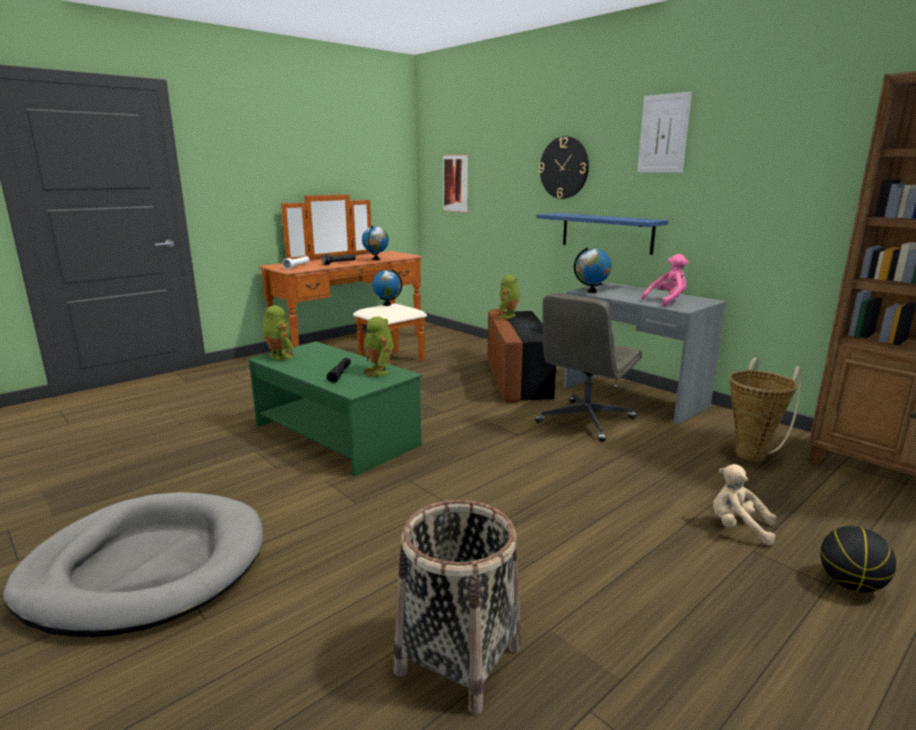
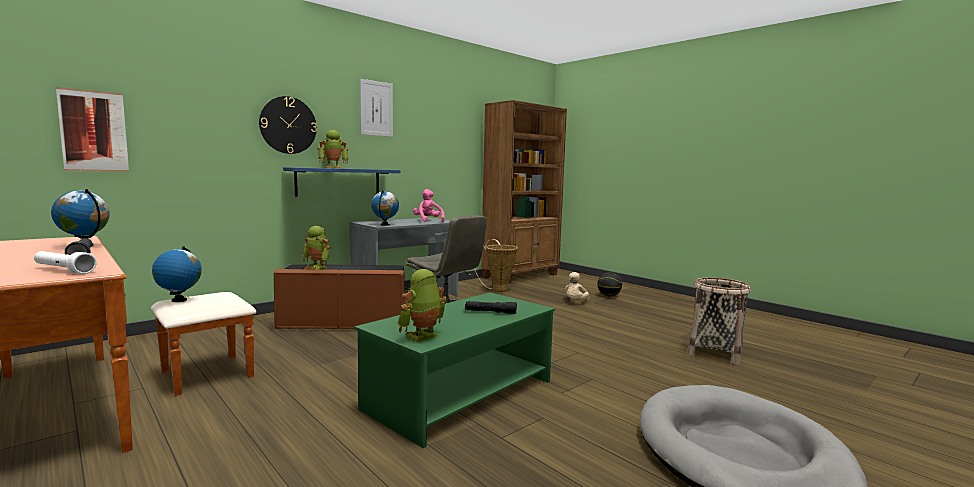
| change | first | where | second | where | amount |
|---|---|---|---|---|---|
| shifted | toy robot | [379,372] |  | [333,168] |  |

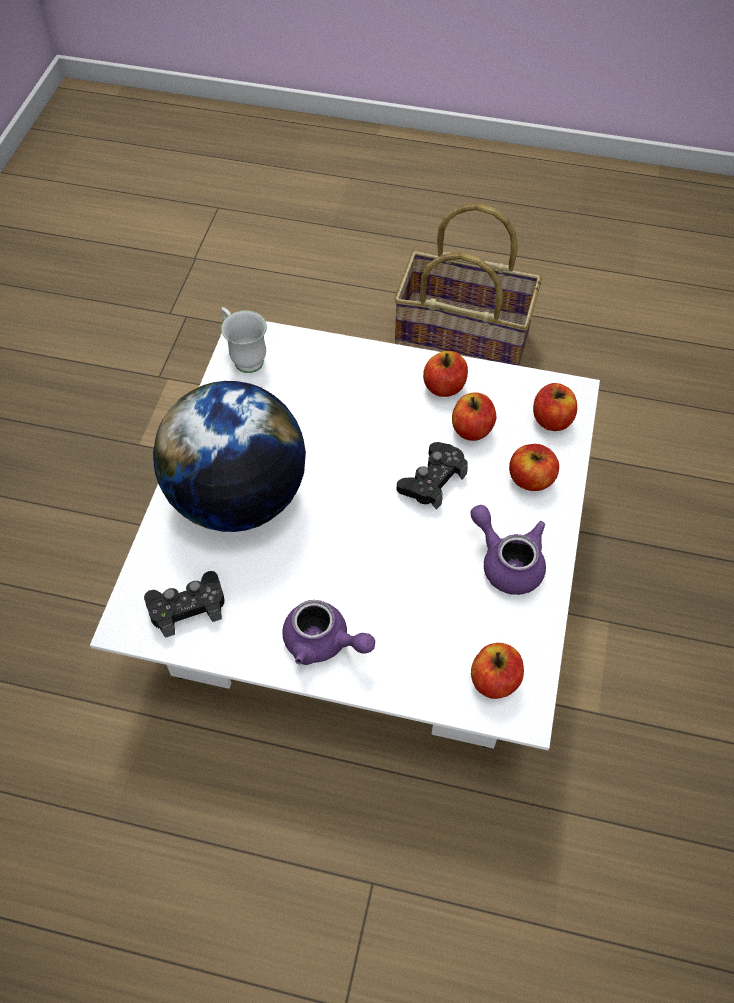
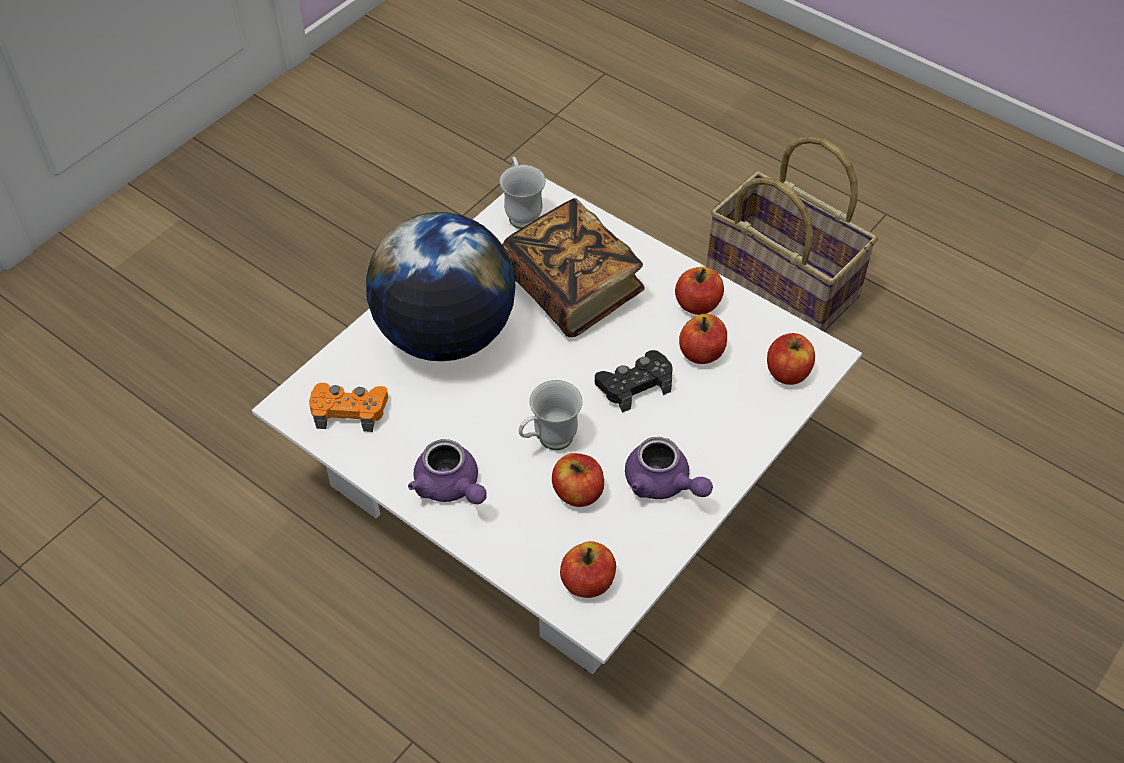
| change | first | where | second | where | amount |
|---|---|---|---|---|---|
| shifted | apple | [531,479] |  | [578,492] |  |
| rotated | teapot in purple | [507,561] |  | [663,484] | 150 degrees clockwise |
| repainted | game controller in black | [187,607] | game controller in orange | [349,410] |  |
| new |  |  | book | [571,288] |  |
| new |  |  | mug in white | [548,441] |  |

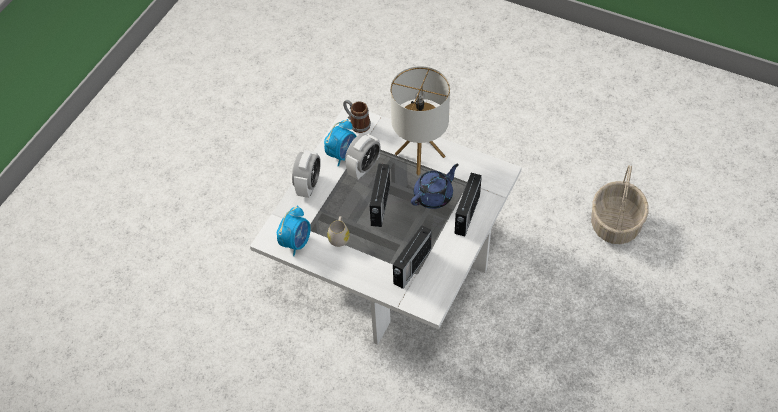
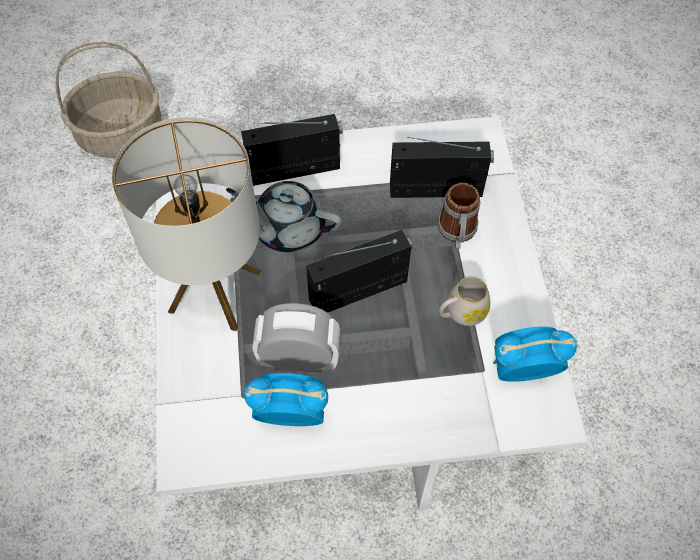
| change | first | where | second | where | amount |
|---|---|---|---|---|---|
| shifted | mug | [356,123] |  | [457,234] |  |
| gone | alarm clock | [308,185] |  |  |  |
| repainted | teapot in blue | [434,196] | teapot in grey | [288,228] |  |

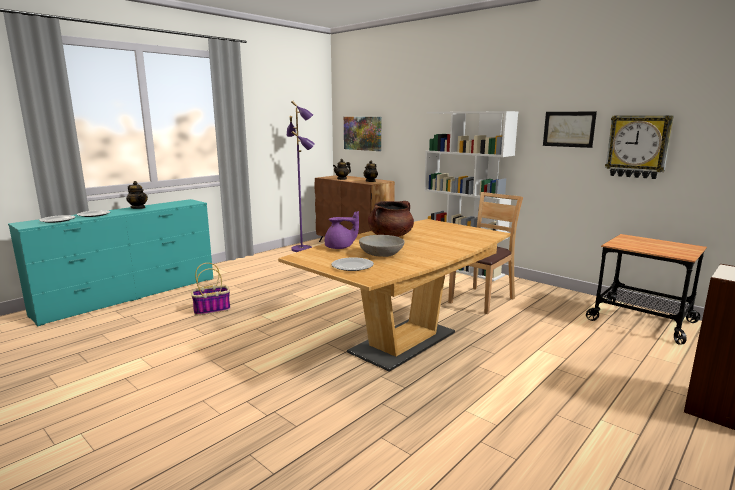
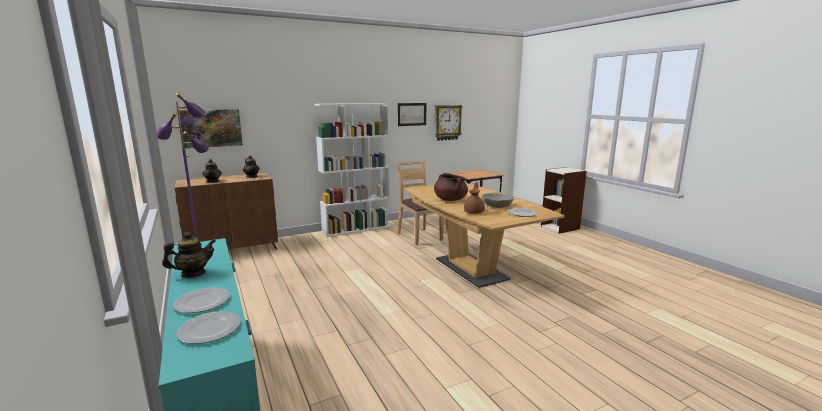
| change | first | where | second | where | amount |
|---|---|---|---|---|---|
| repainted | teapot in purple | [340,247] | teapot in brown | [474,212] |  |
| gone | basket | [212,309] |  |  |  |

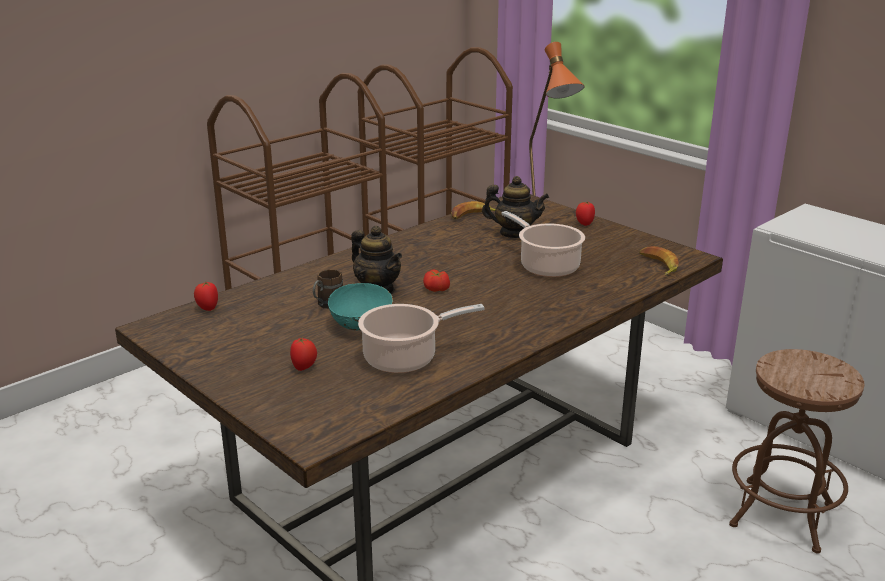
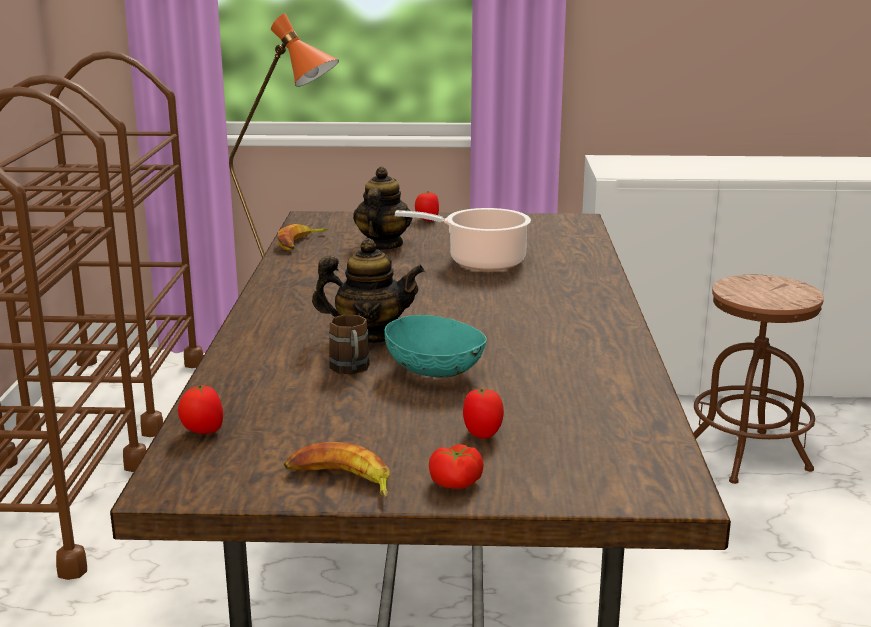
| change | first | where | second | where | amount |
|---|---|---|---|---|---|
| rotated | teapot | [514,233] |  | [382,245] | 45 degrees counterclockwise |
| shifted | banana | [658,265] |  | [340,480] |  |
| shifted | tomato | [436,289] |  | [456,483] |  |
| gone | cooking pot | [405,358] |  |  |  |

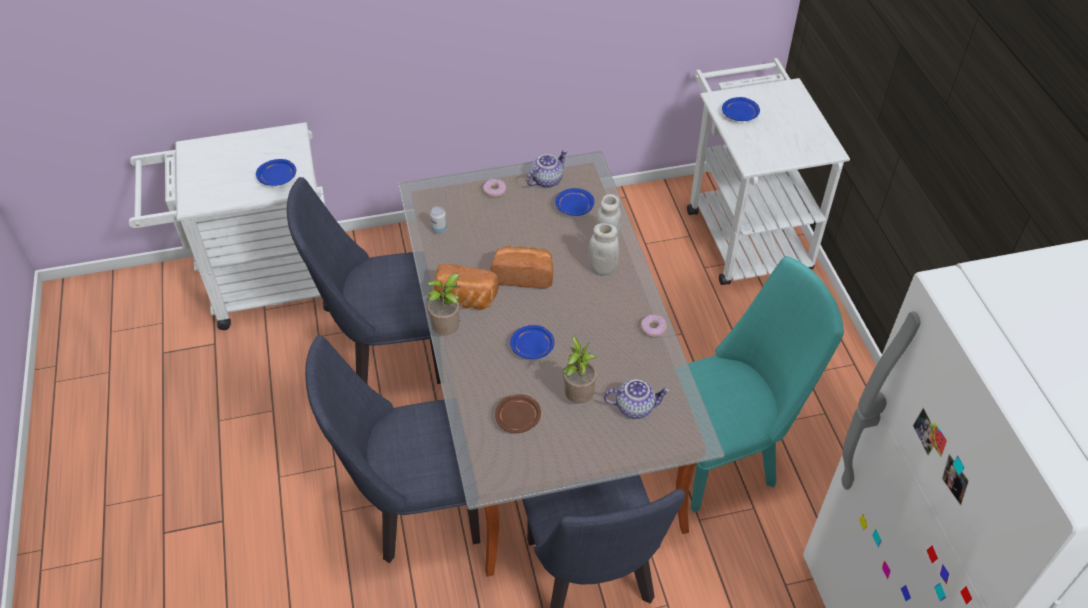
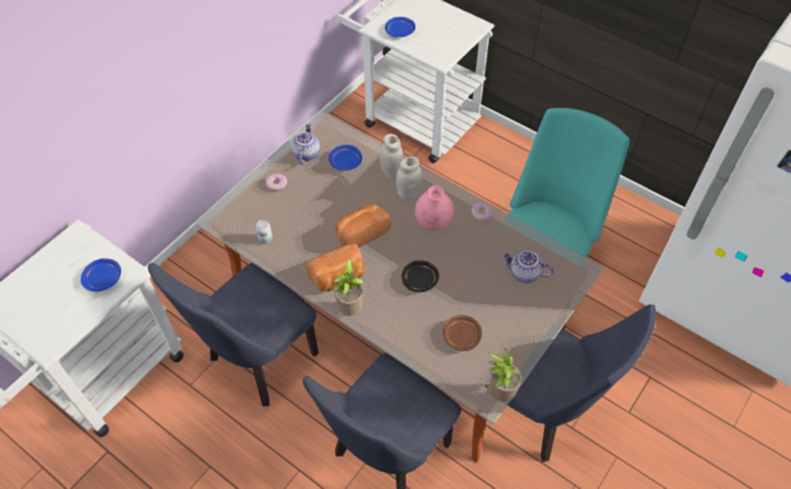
| change | first | where | second | where | amount |
|---|---|---|---|---|---|
| repainted | plate in blue | [533,347] | plate in black | [420,279] |  |
| shifted | potted plant | [578,397] |  | [499,393] |  |
| rotated | teapot | [635,406] |  | [524,274] | 120 degrees counterclockwise |
| new |  |  | vase in pink | [433,223] |  |

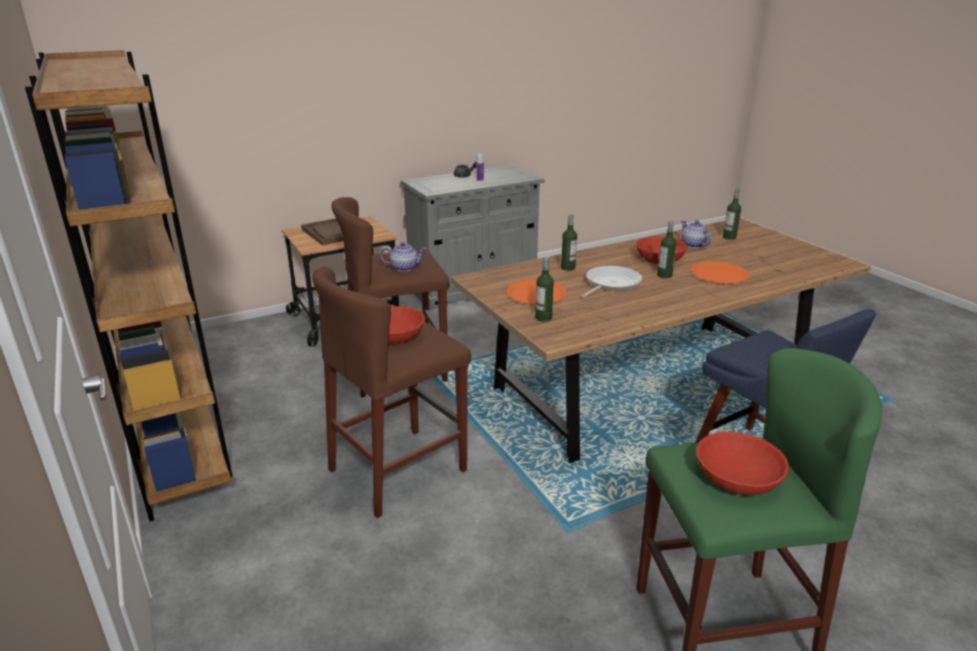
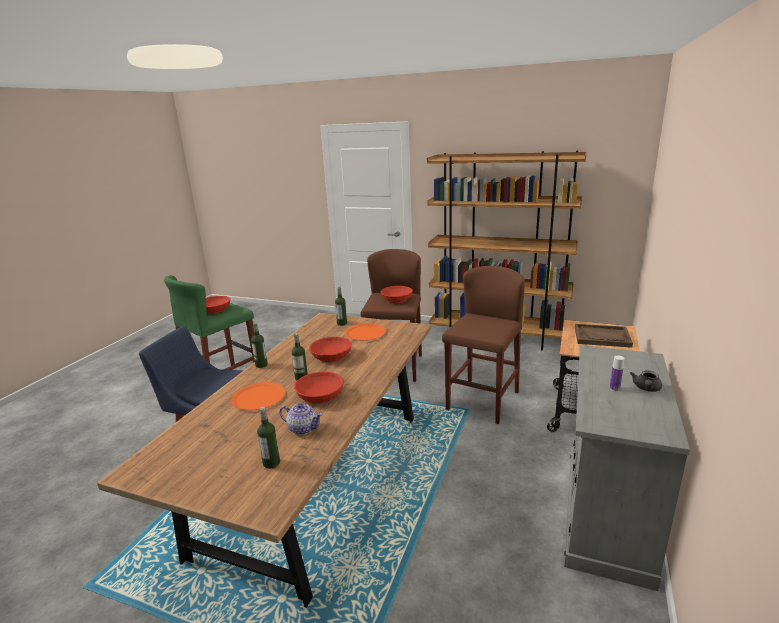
| change | first | where | second | where | amount |
|---|---|---|---|---|---|
| shifted | bottle | [568,268] |  | [261,365] |  |
| gone | teapot | [404,267] |  |  |  |
| swapped | frying pan | [610,284] | bowl in red | [331,356] |  |

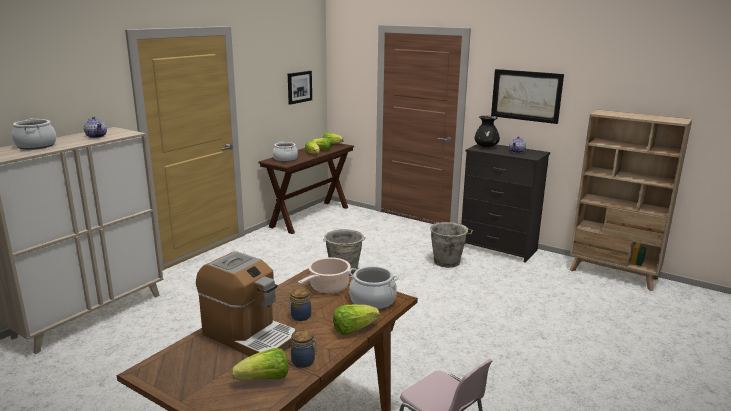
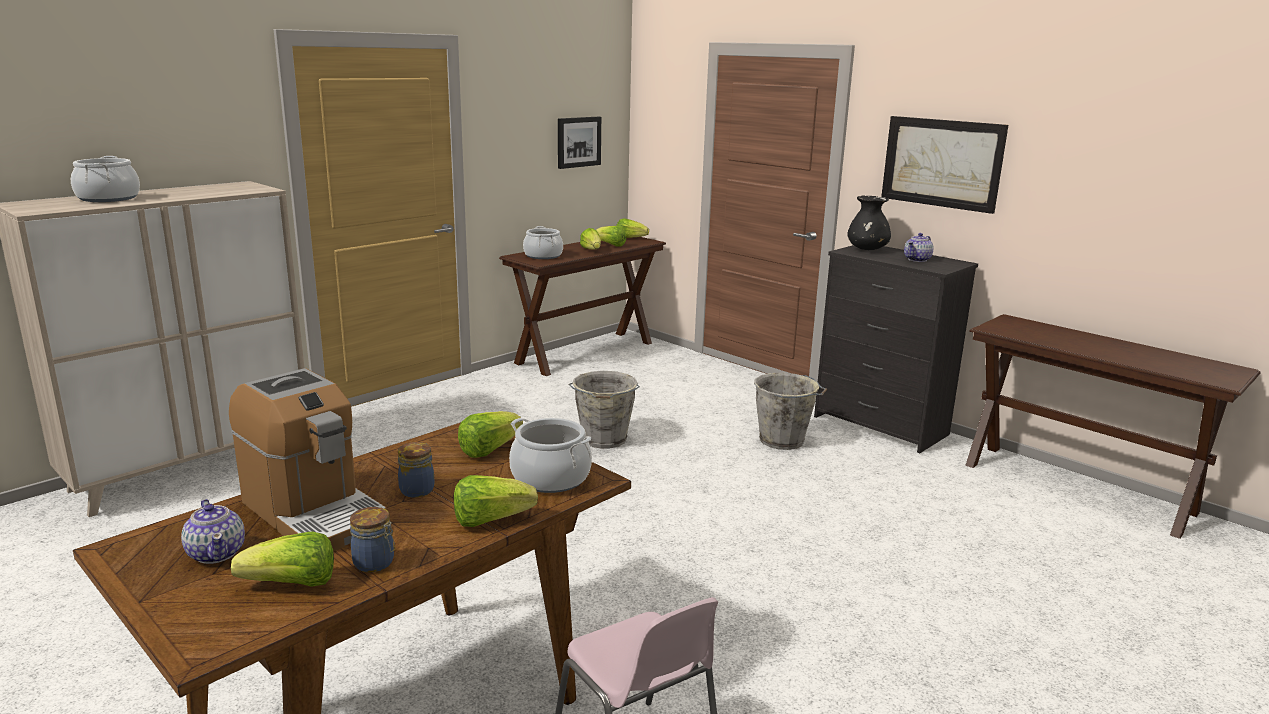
| change | first | where | second | where | amount |
|---|---|---|---|---|---|
| swapped | bookcase in beige | [613,274] | console table in brown | [1077,488] |  |
| shifted | teapot | [96,136] |  | [217,553] |  |
| swapped | cooking pot | [327,287] | lettuce | [489,450] |  |

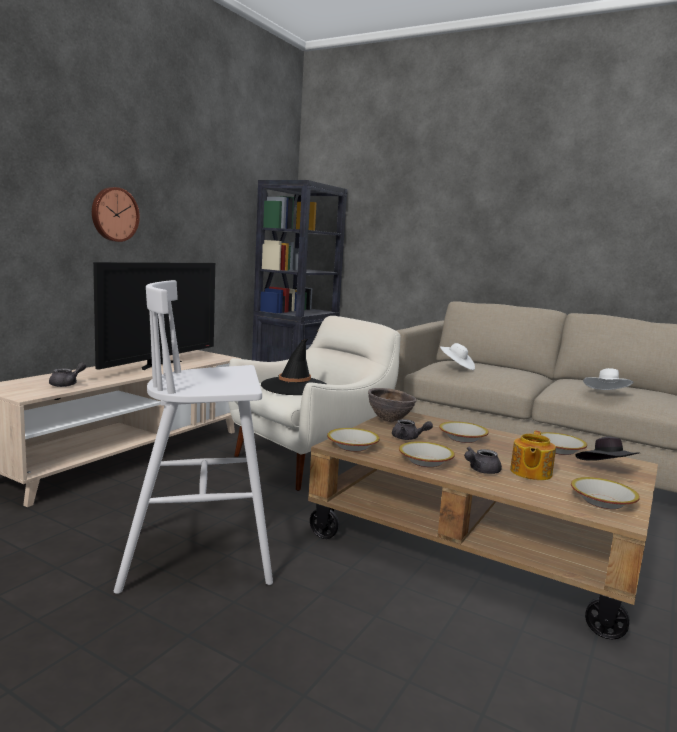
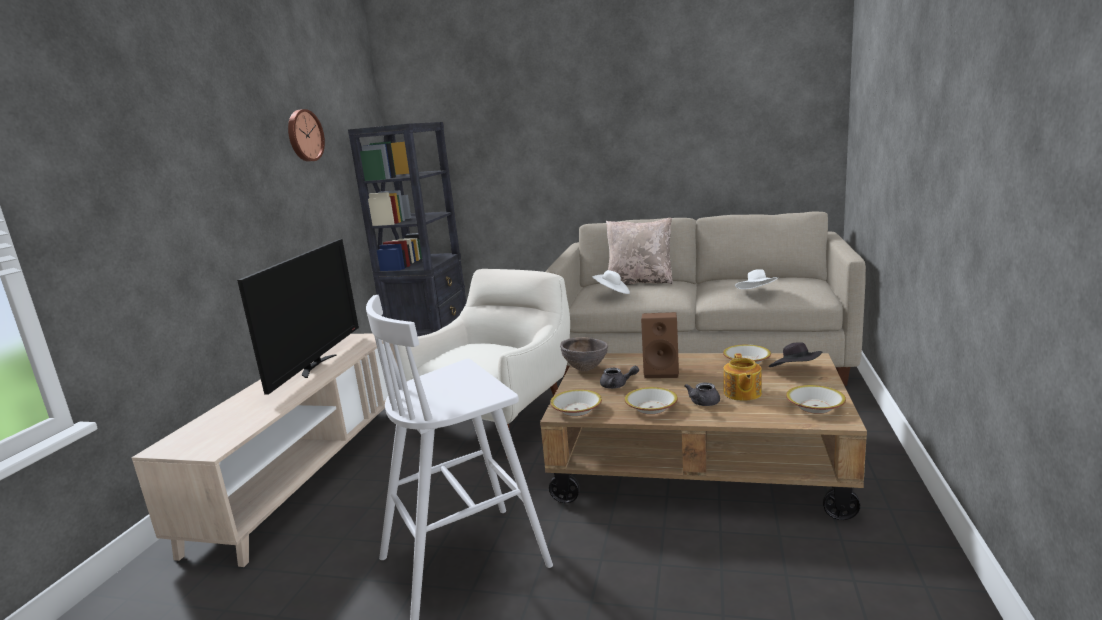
| change | first | where | second | where | amount |
|---|---|---|---|---|---|
| shifted | wall clock | [114,214] |  | [304,135] |  |
| gone | hat in black | [294,387] |  |  |  |
| gone | teapot in grey | [67,384] |  |  |  |
| swapped | bowl | [463,438] | speaker in brown | [662,371] |  |
| new |  |  | pillow in beige | [640,282] |  |

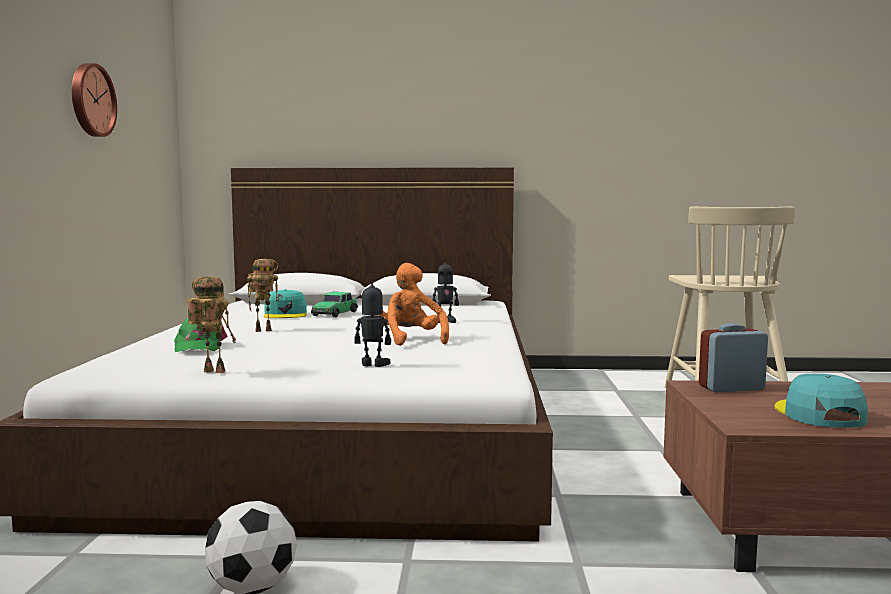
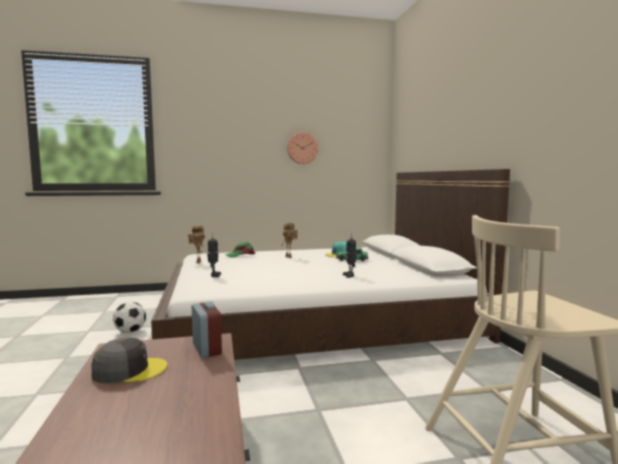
| change | first | where | second | where | amount |
|---|---|---|---|---|---|
| gone | plush toy in orange | [410,340] |  |  |  |
| repainted | cap in turquoise | [818,414] | cap in grey | [129,370] |  |

